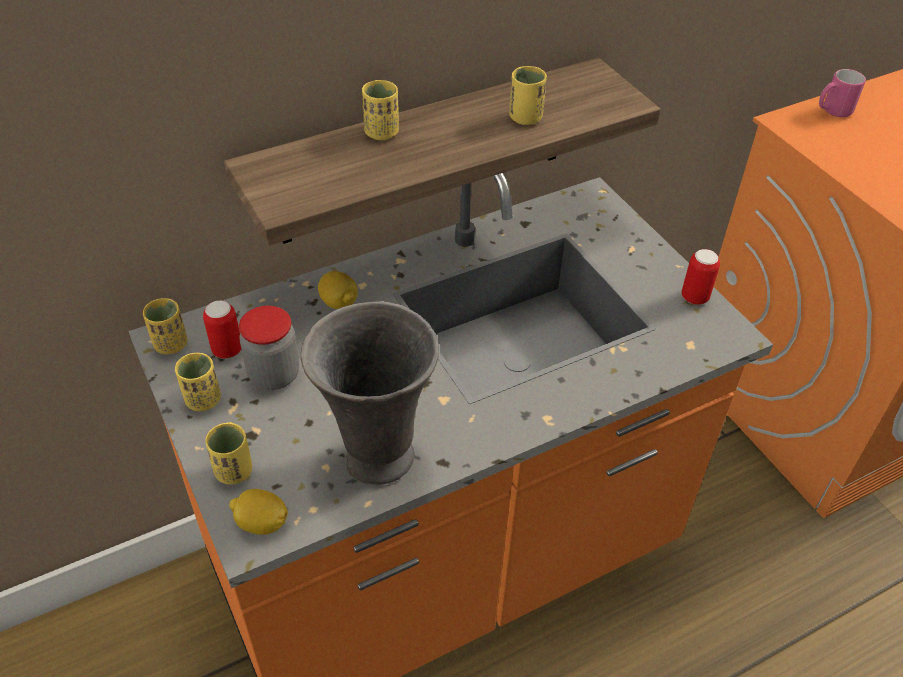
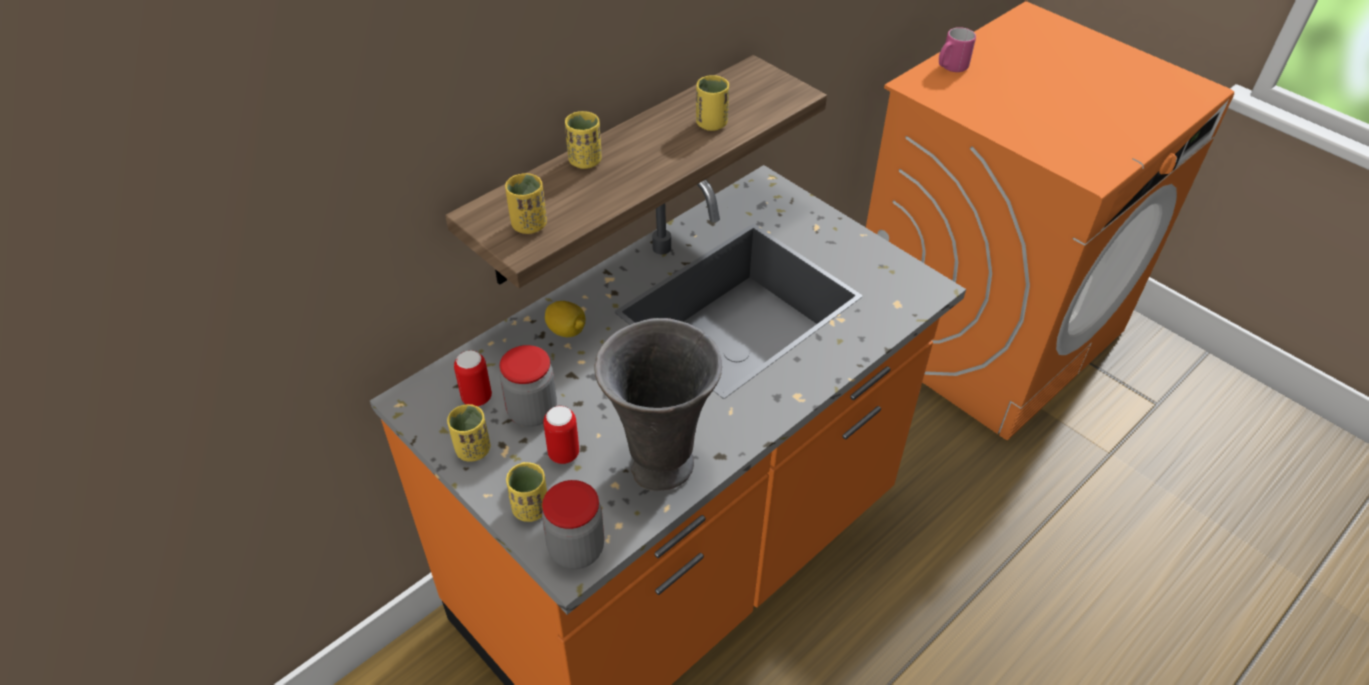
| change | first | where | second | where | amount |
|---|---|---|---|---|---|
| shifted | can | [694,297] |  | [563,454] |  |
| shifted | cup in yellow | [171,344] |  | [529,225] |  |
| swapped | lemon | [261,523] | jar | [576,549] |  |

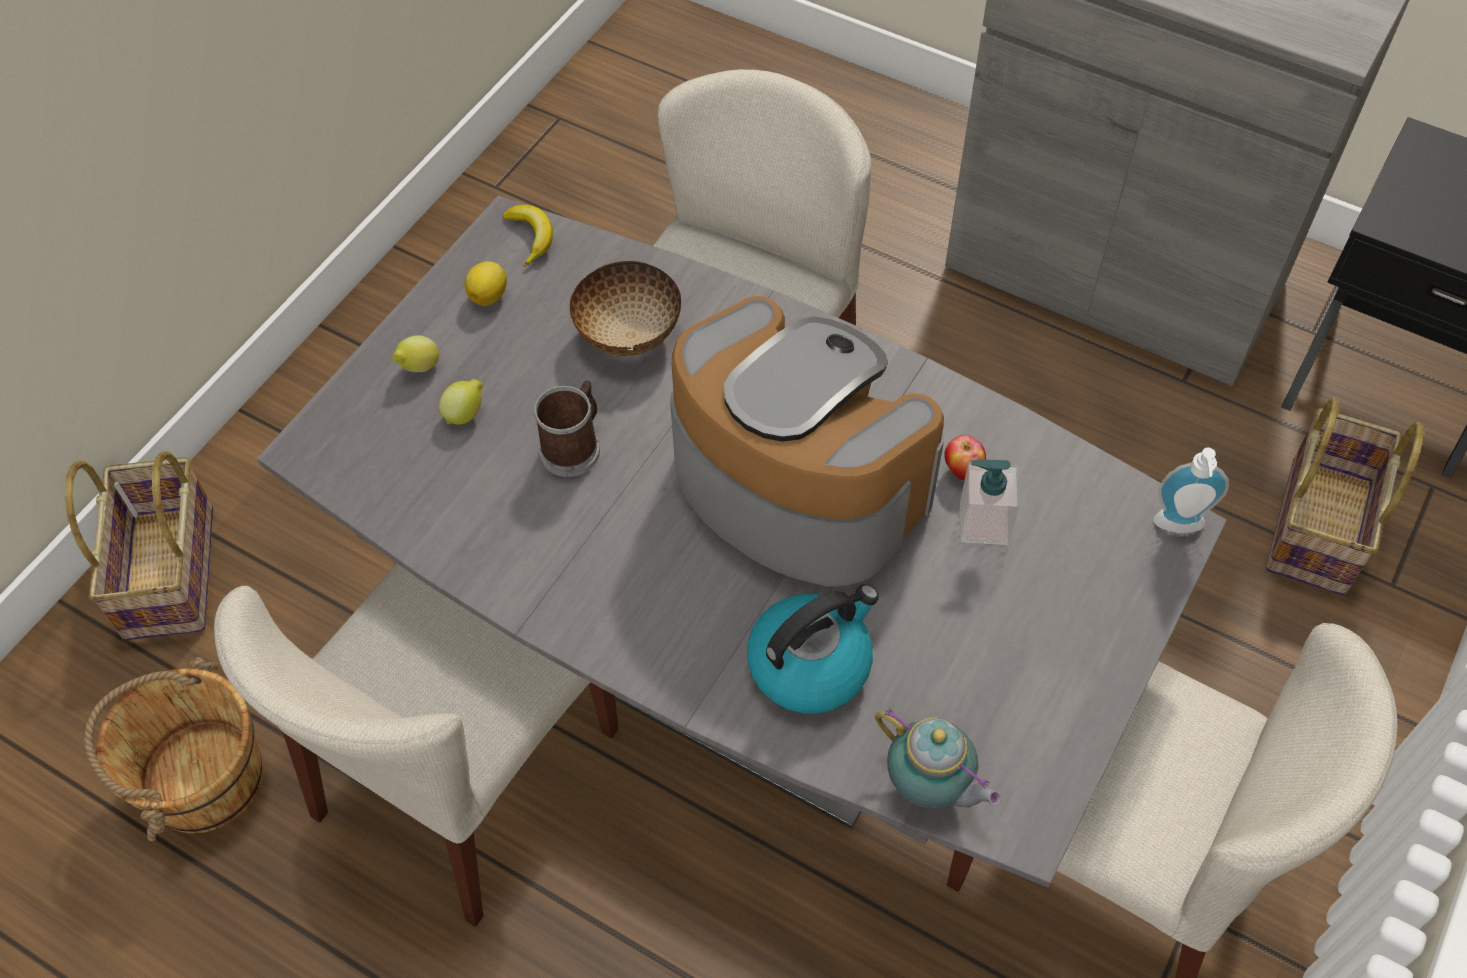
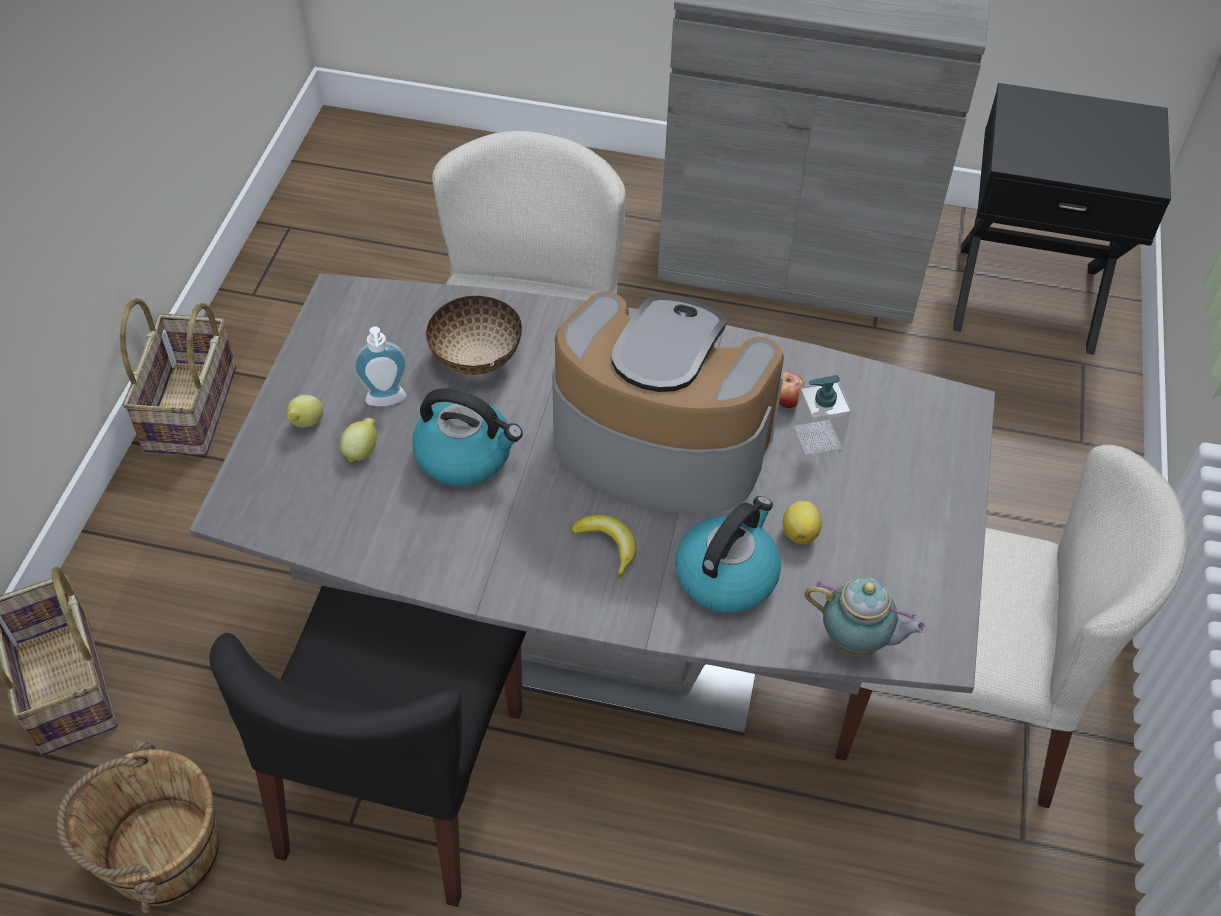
| change | first | where | second | where | amount |
|---|---|---|---|---|---|
| shifted | banana | [531,237] |  | [608,545] |  |
| shifted | lemon | [489,295] |  | [800,532] |  |
| swapped | mug | [574,446] | kettle | [466,455] |  |
| shifted | basket | [1320,527] |  | [192,409] |  |
| shifted | soap dispenser | [1178,528] |  | [386,402] |  |
| repainted | chair in beige | [467,775] | chair in black | [404,784] |  |

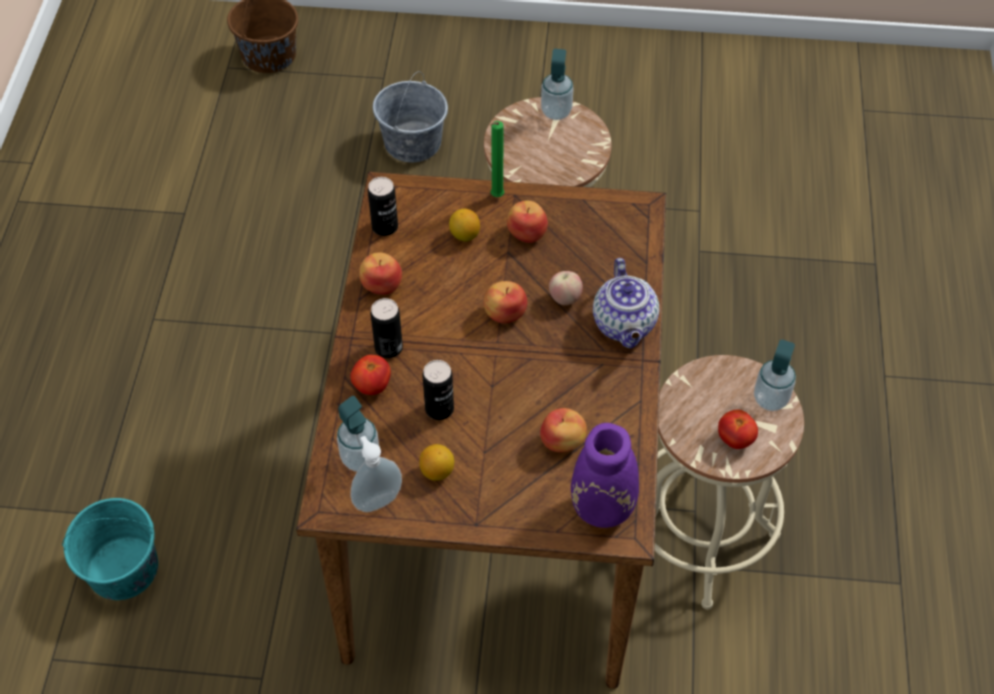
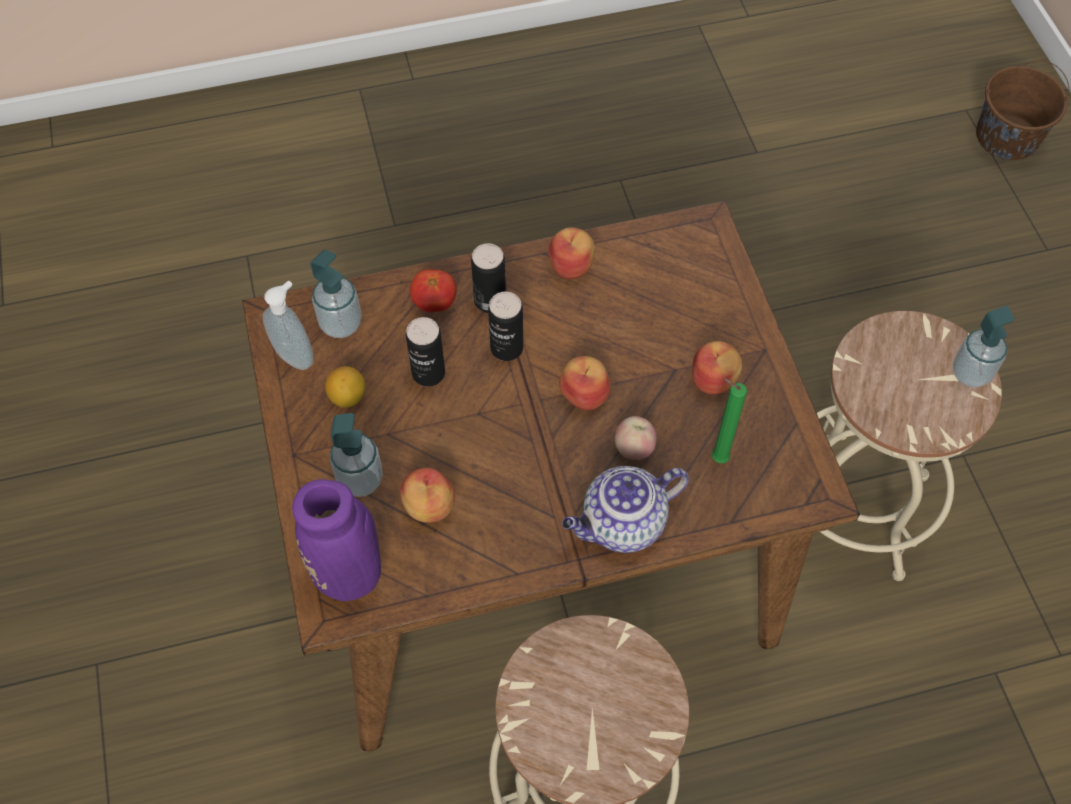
| change | first | where | second | where | amount |
|---|---|---|---|---|---|
| gone | bucket in grey | [413,142] |  |  |  |
| shifted | candle in green | [496,197] |  | [716,458] |  |
| shifted | can | [385,227] |  | [506,348] |  |
| gone | lemon | [464,235] |  |  |  |
| shifted | soap dispenser | [770,399] |  | [360,480] |  |
| gone | tomato | [735,439] |  |  |  |
| gone | bucket in turquoise | [124,568] |  |  |  |

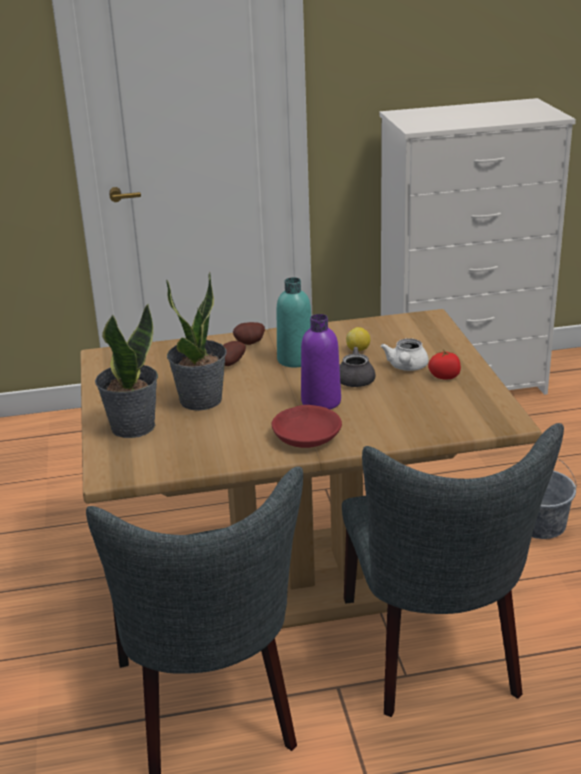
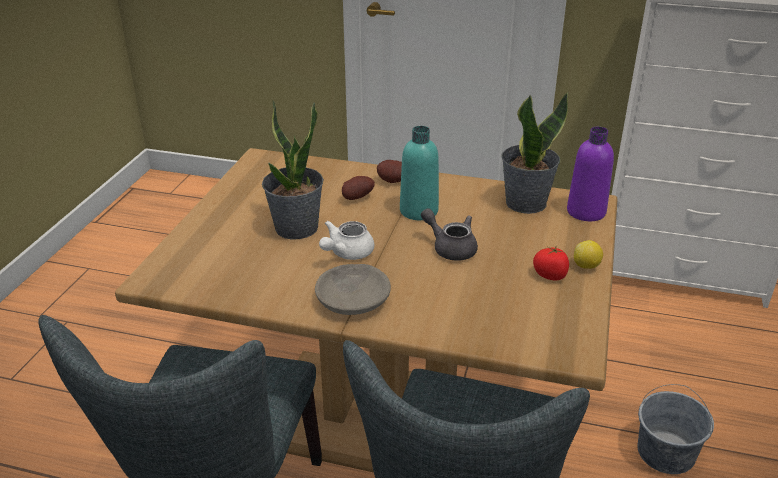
| change | first | where | second | where | amount |
|---|---|---|---|---|---|
| shifted | potted plant | [132,426] |  | [525,202] |  |
| shifted | bottle in purple | [321,402] |  | [586,212] |  |
| shifted | lemon | [358,350] |  | [586,266] |  |
| shifted | teapot in white | [406,367] |  | [346,253] |  |
| repainted | bowl in red | [306,436] | bowl in grey | [353,299] |  |

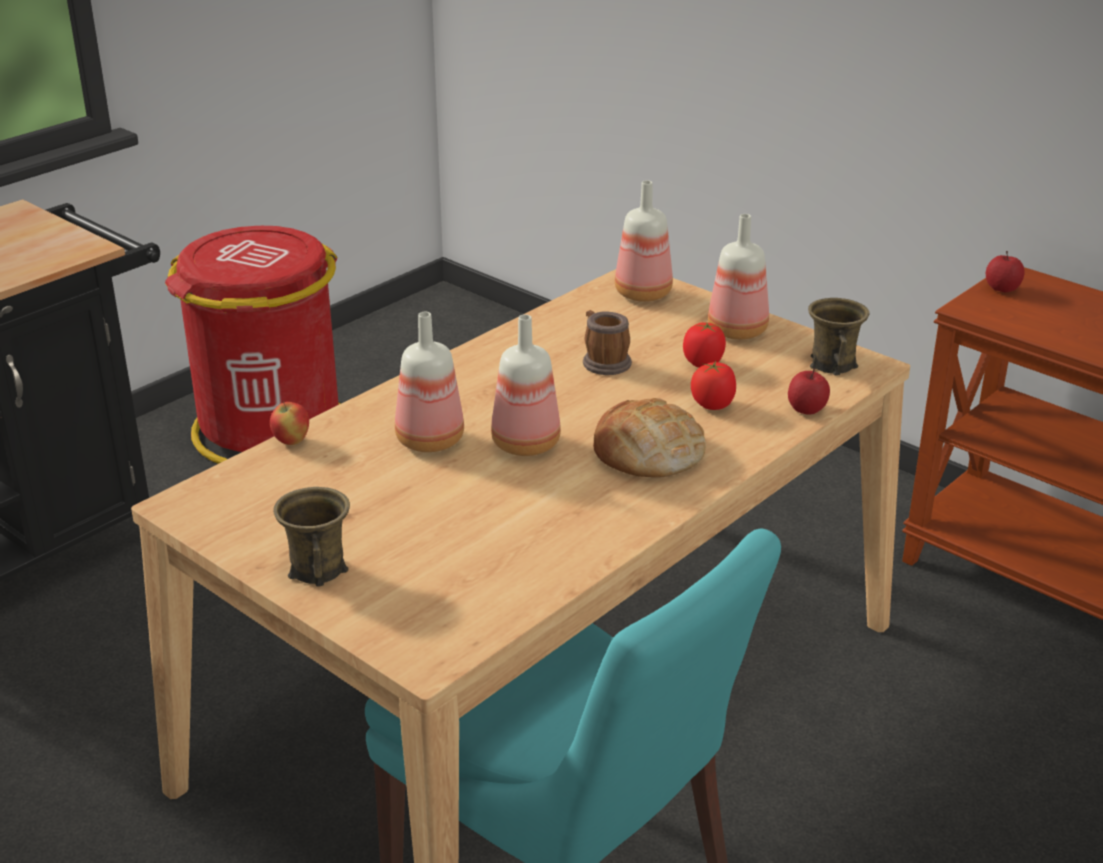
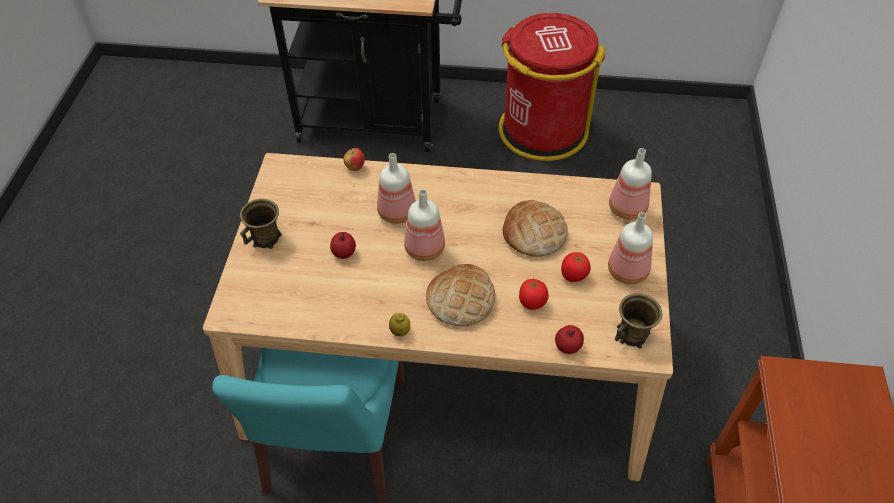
| change | first | where | second | where | amount |
|---|---|---|---|---|---|
| shifted | apple | [1002,288] |  | [344,252] |  |
| swapped | mug | [603,361] | bread | [534,233] |  |
| new |  |  | lemon | [400,331] |  |

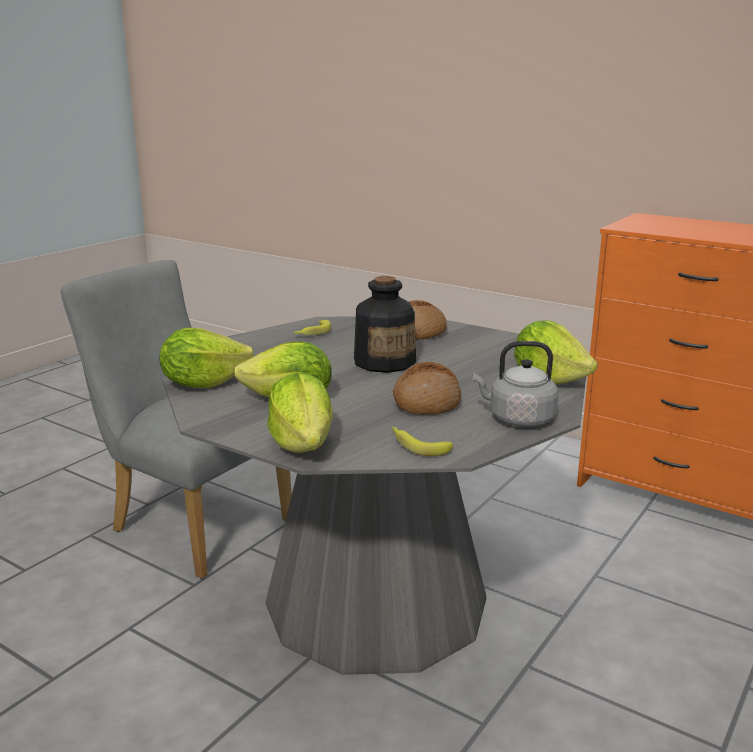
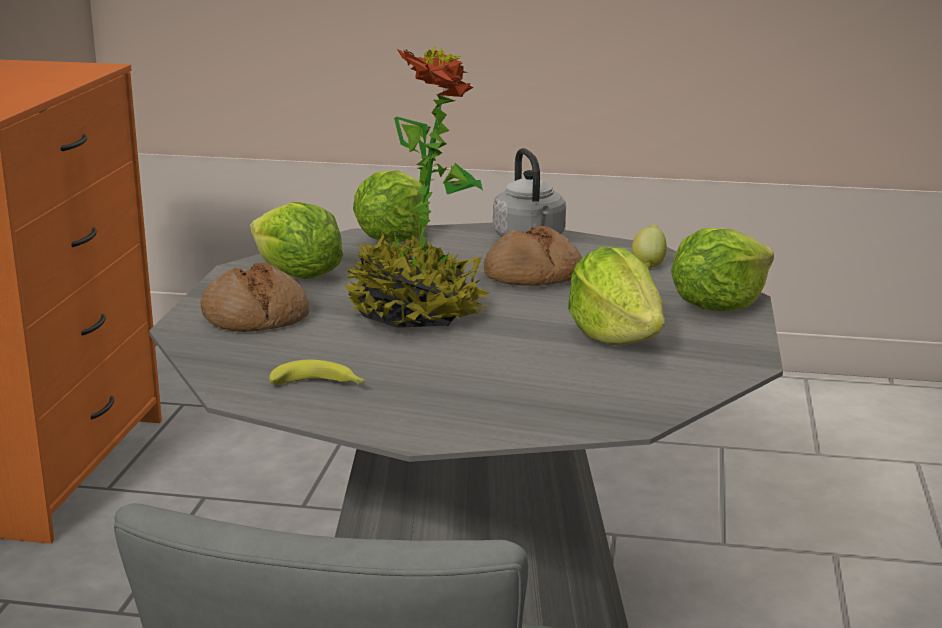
| change | first | where | second | where | amount |
|---|---|---|---|---|---|
| swapped | bottle | [385,362] | potted plant | [416,315] |  |
| shifted | lettuce | [203,384] |  | [297,276] |  |
| swapped | banana | [417,445] | lemon | [648,265] |  |

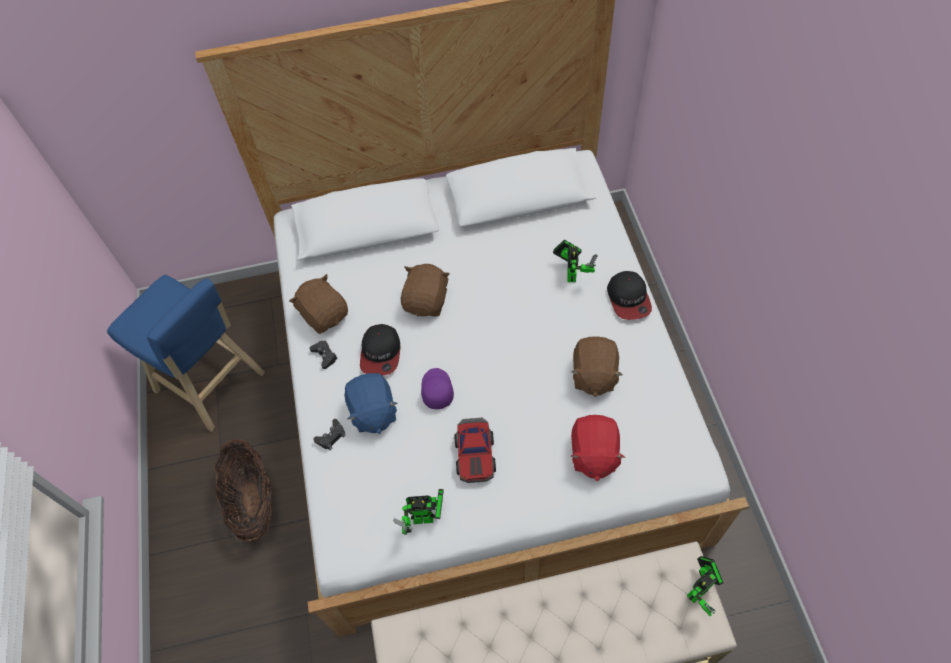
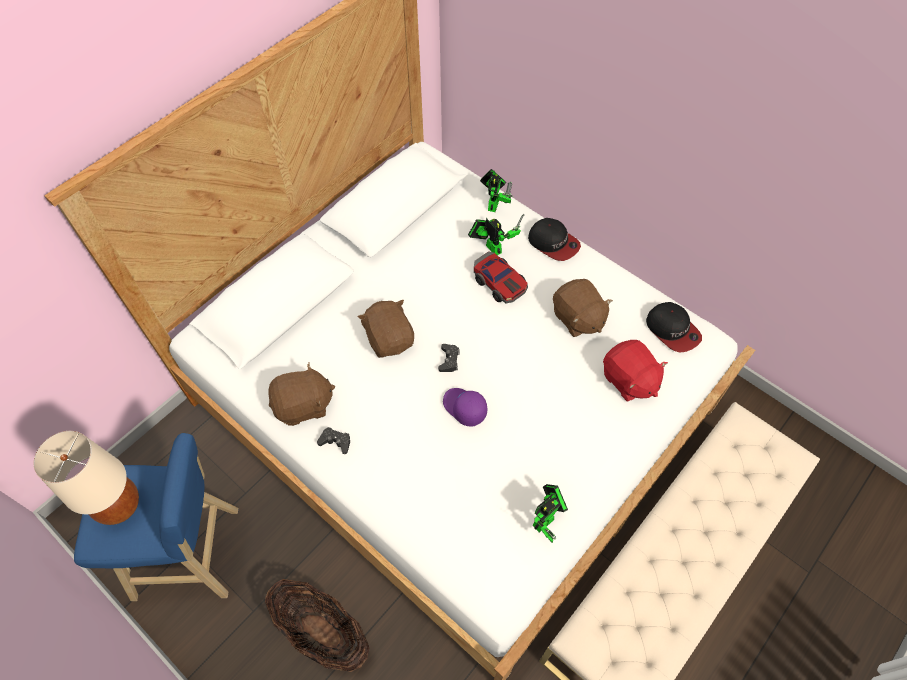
| change | first | where | second | where | amount |
|---|---|---|---|---|---|
| rotated | plush toy in brown | [324,314] |  | [304,405] | 150 degrees clockwise |
| shifted | cap | [381,353] |  | [672,330] |  |
| gone | plush toy in blue | [373,412] |  |  |  |
| shifted | toy car | [475,454] |  | [499,283] |  |
| shifted | game controller in black | [331,436] |  | [449,360] |  |
| shifted | toy robot | [699,590] |  | [494,203] |  |
| new |  |  | table lamp in beige | [119,506] |  |

